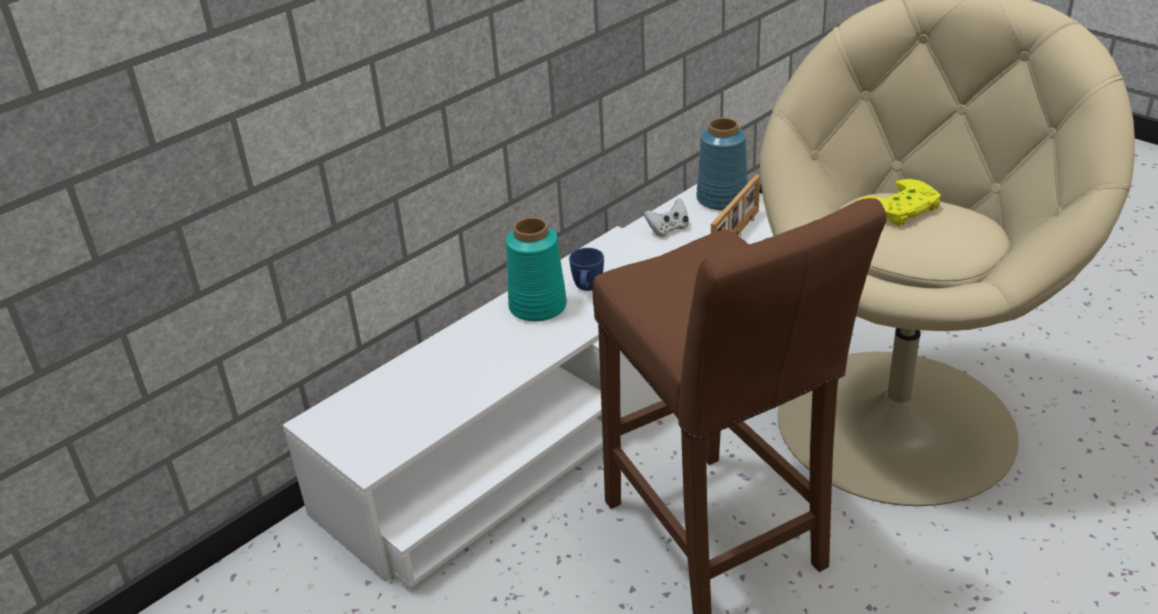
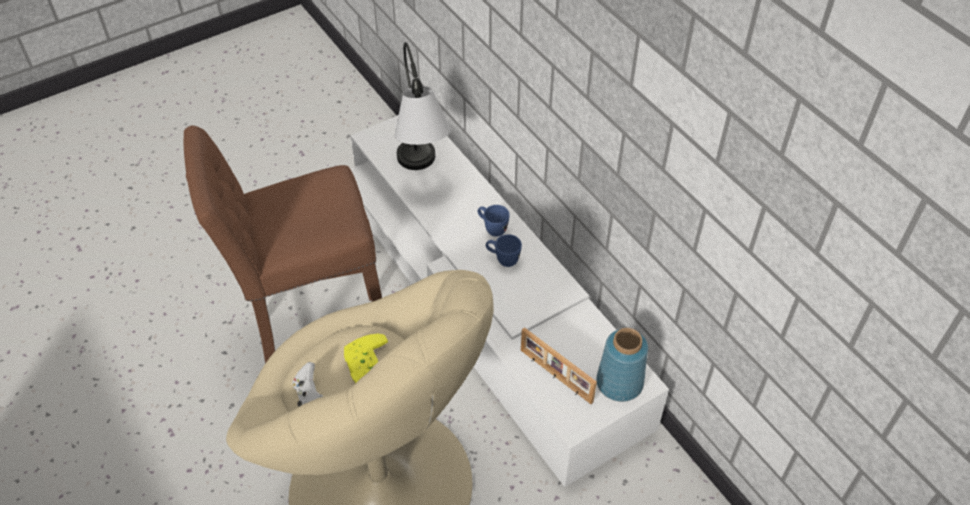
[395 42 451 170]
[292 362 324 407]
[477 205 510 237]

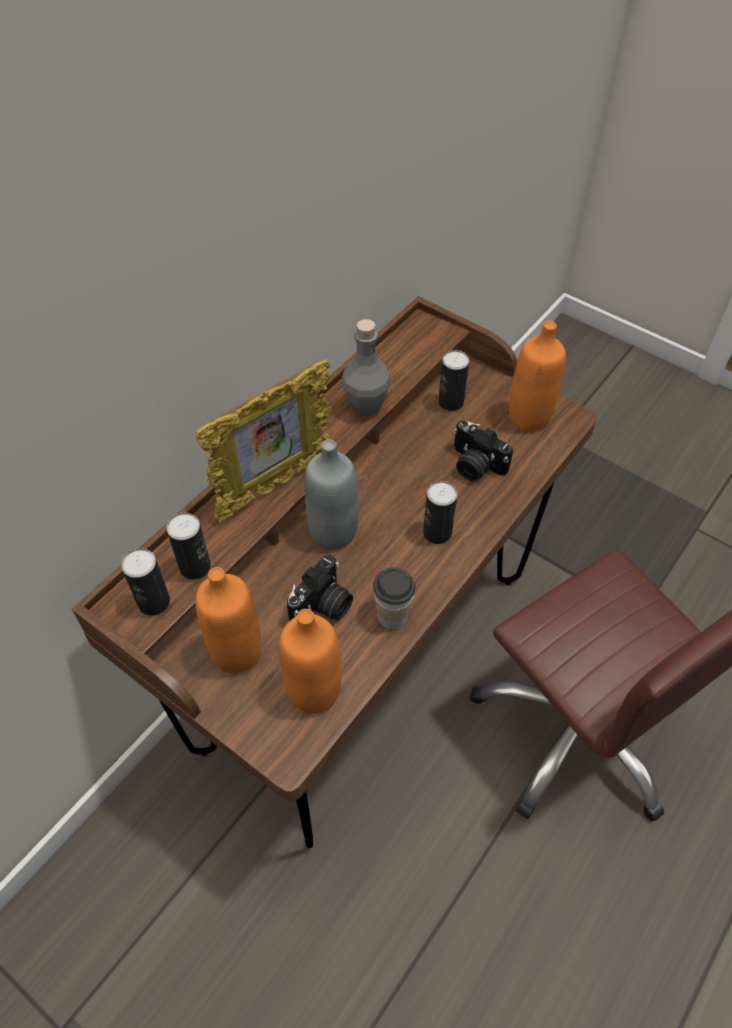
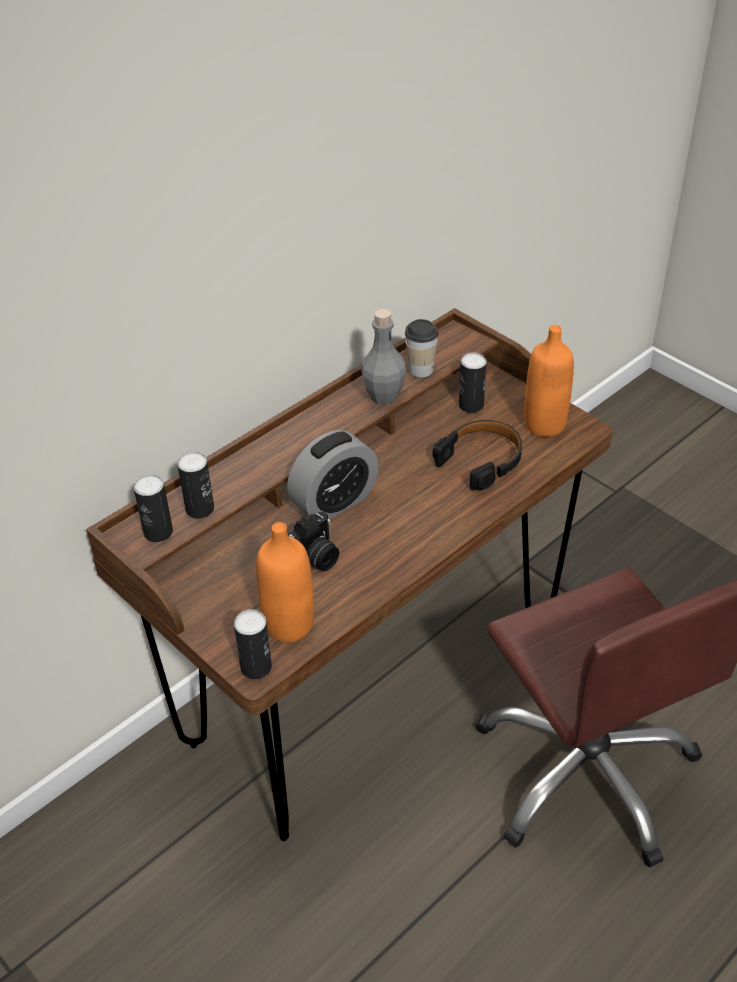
[195 359 332 522] (first image)
[196 567 262 673] (first image)
[405 319 438 378]
[234 609 272 679]
[287 430 378 519]
[432 420 522 491]

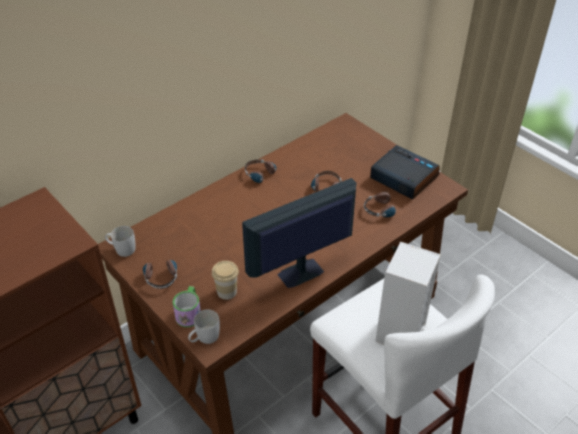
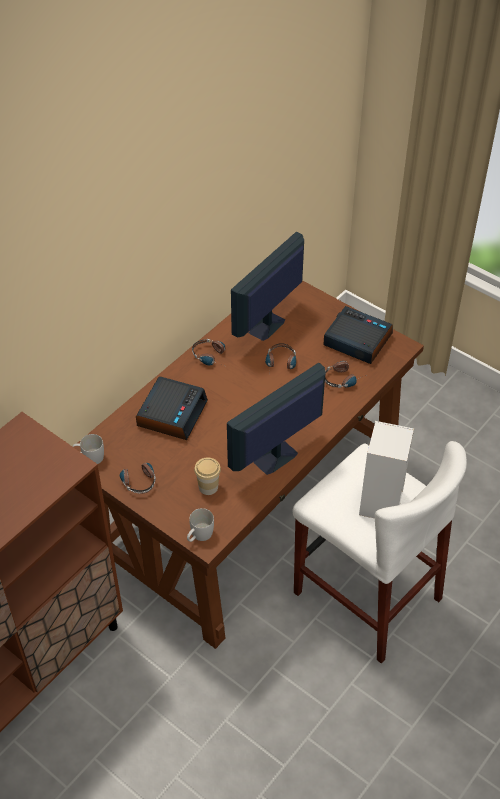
[173 286 201 327] (first image)
[136 376 208 440]
[231 232 304 341]

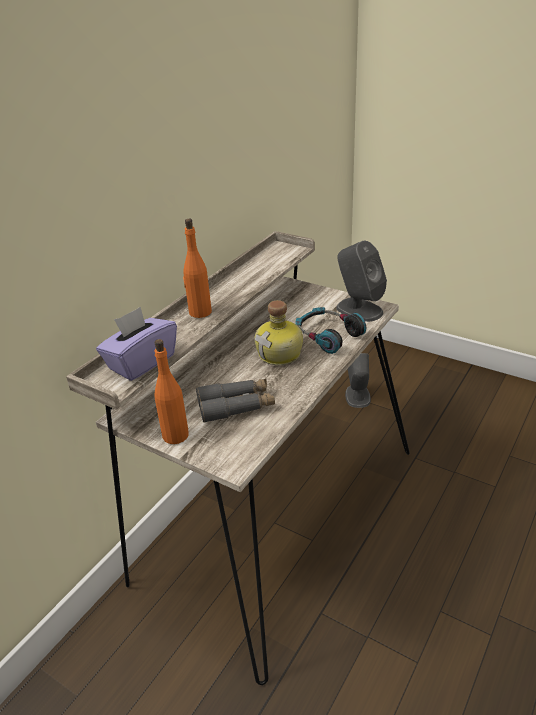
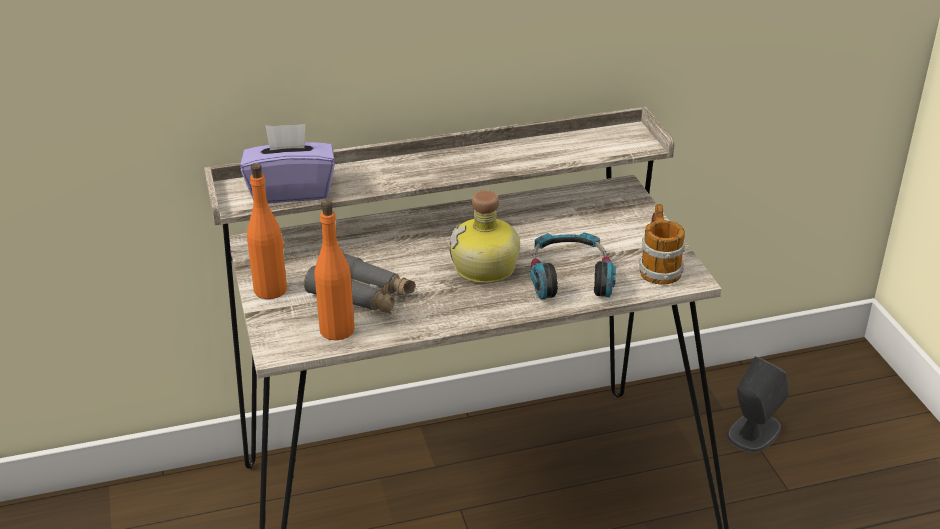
[315 200 355 340]
[639 204 685 285]

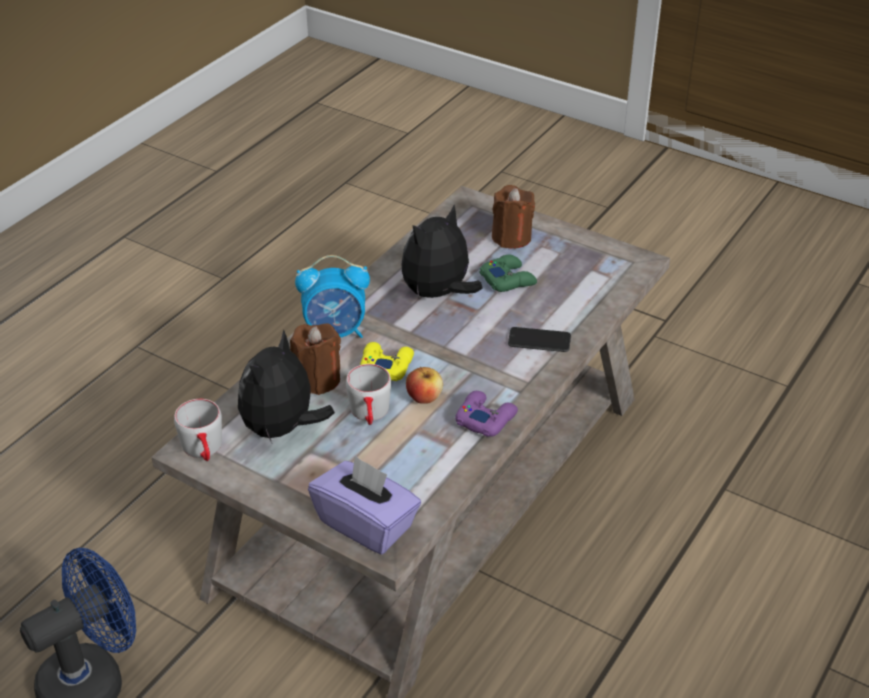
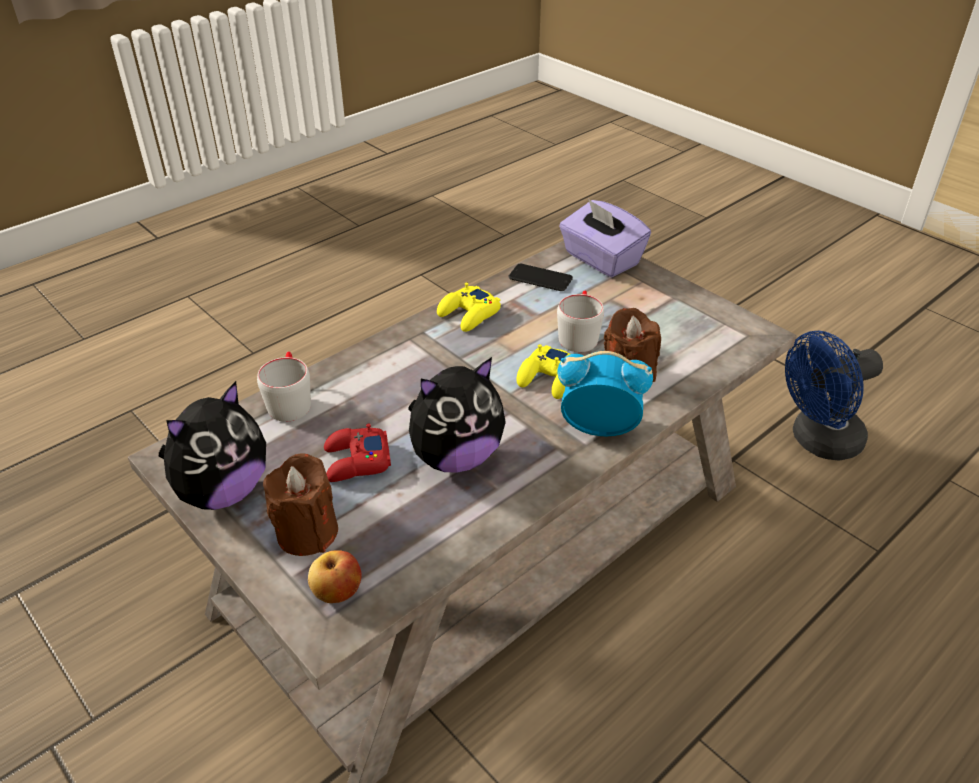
[257 352 311 422]
[159 381 266 510]
[308 550 362 603]
[508 264 573 291]
[437 282 501 332]
[324 423 391 482]

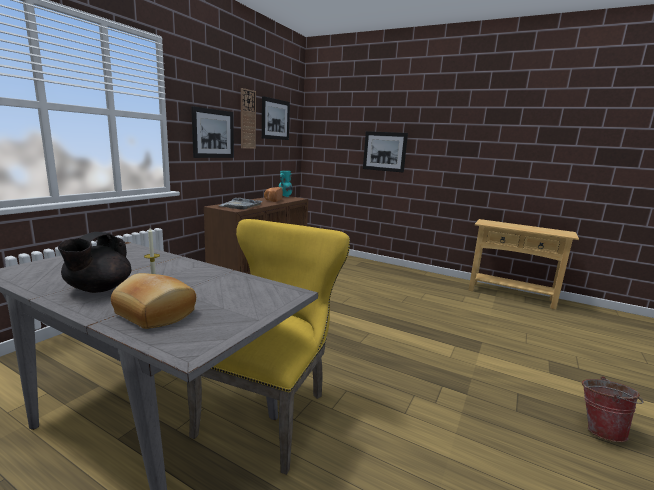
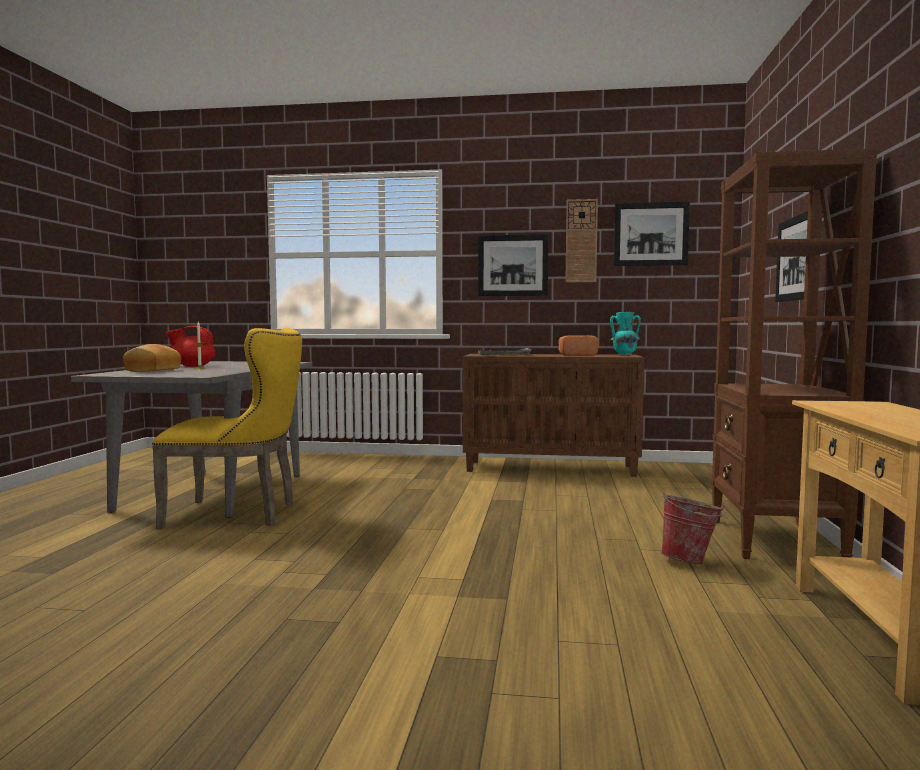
[711 148 877 559]
[661 492 726 564]
[166 326 216 367]

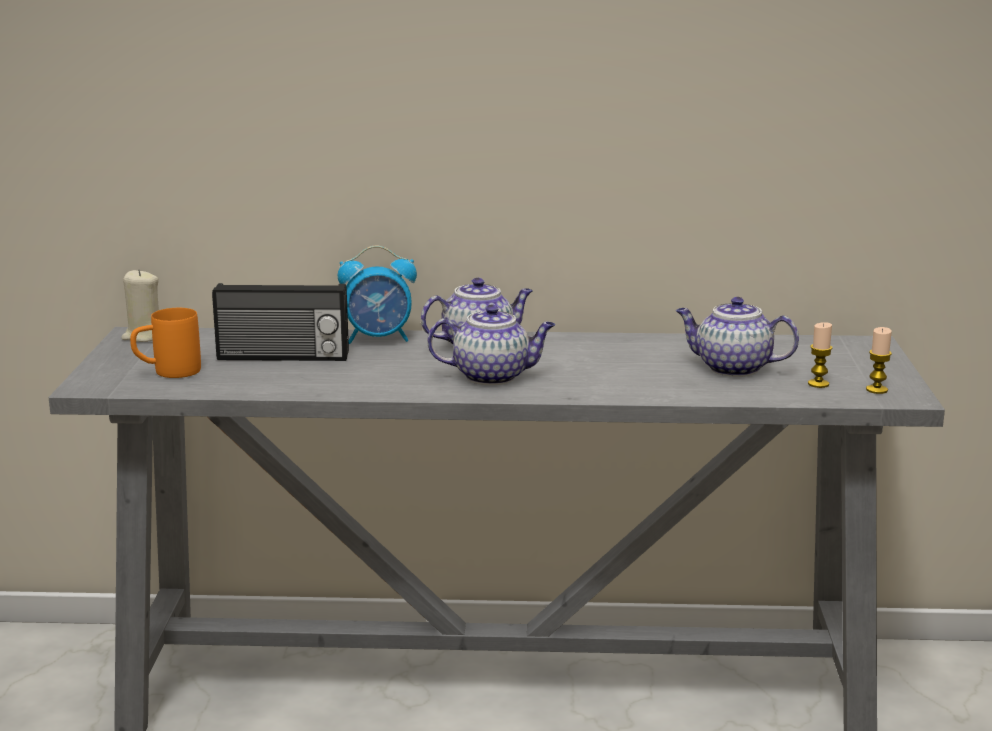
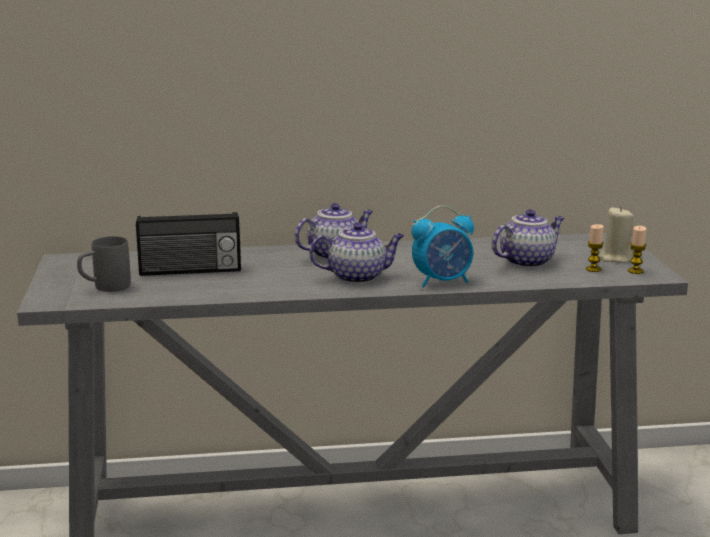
[599 207 634 263]
[411 205 474 288]
[77 236 131 292]
[492 209 564 268]

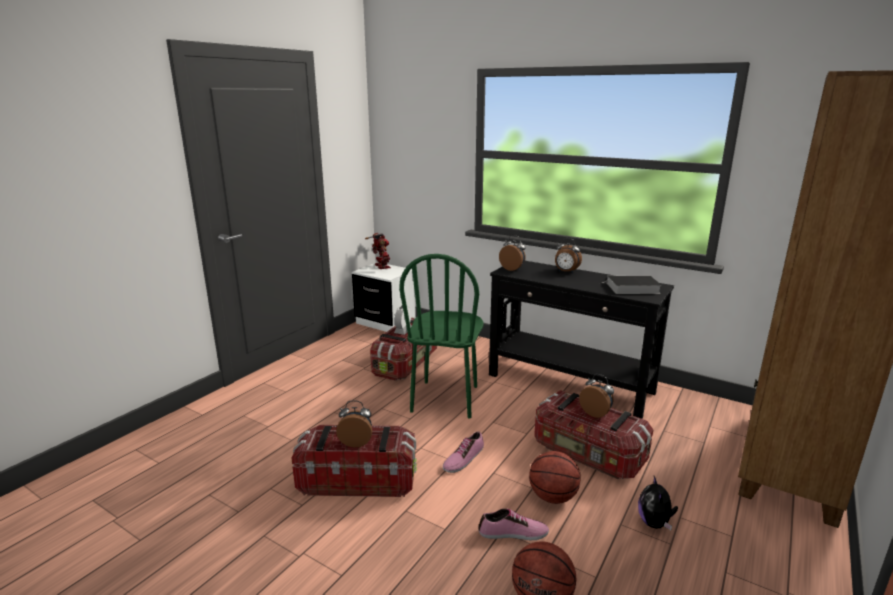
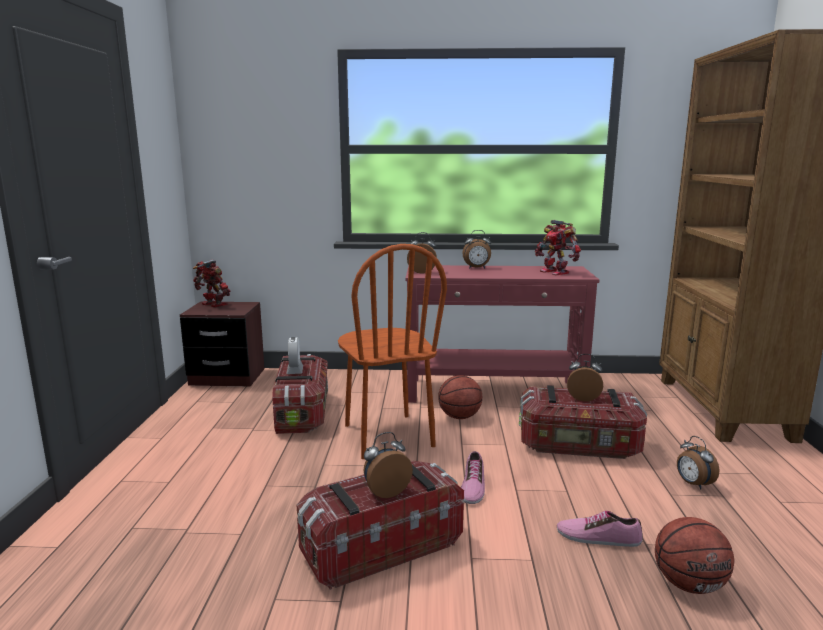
[438 375 482 419]
[535 220 581 275]
[677 436 719 490]
[180 302 265 387]
[338 244 447 459]
[405 265 599 403]
[557 511 643 547]

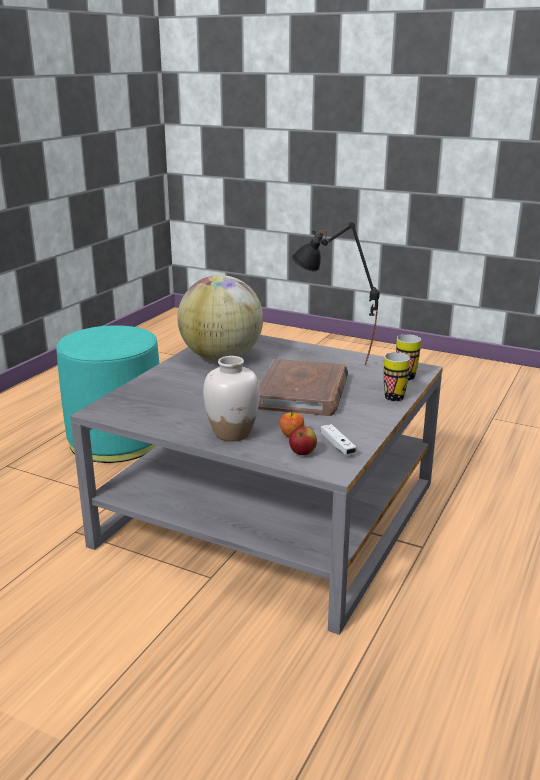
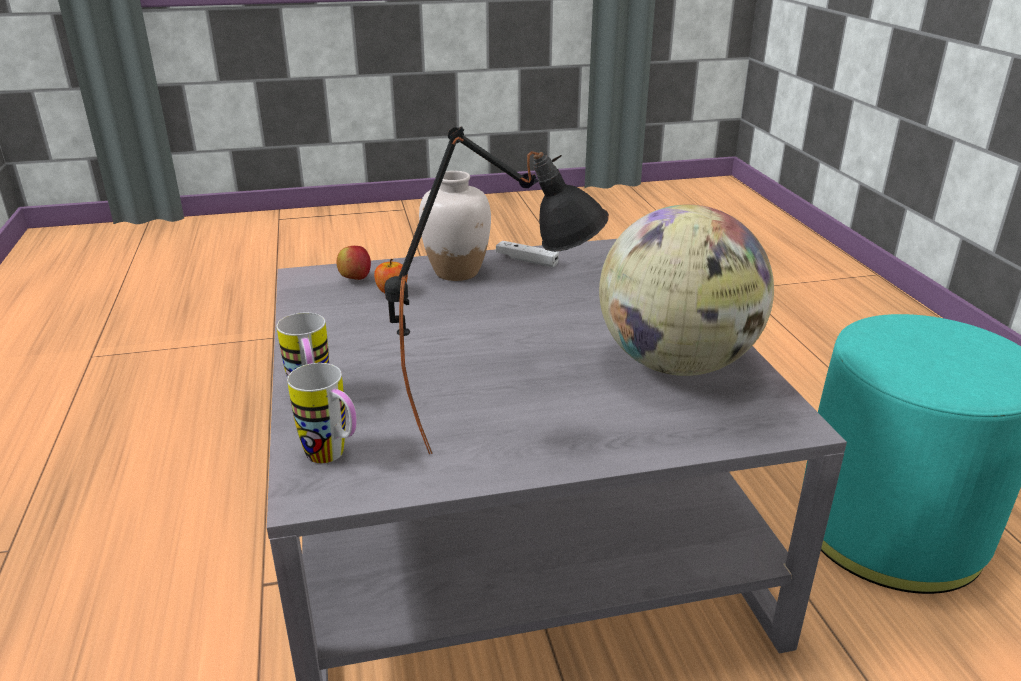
[258 359 348 416] (first image)
[496 240 559 267]

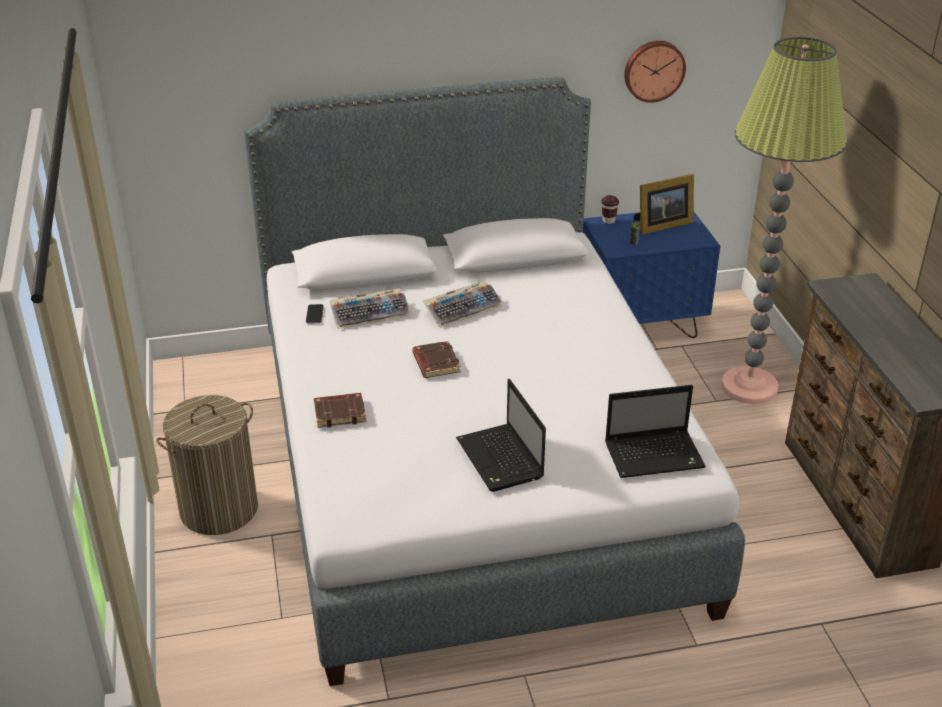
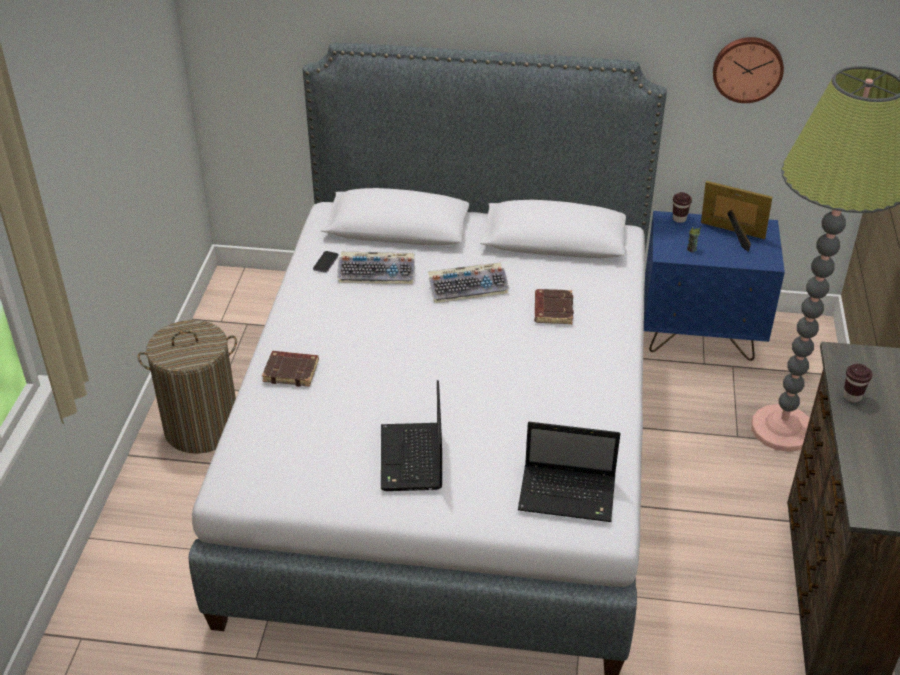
[843 364 873 403]
[535 289 574 324]
[701 181 772 252]

